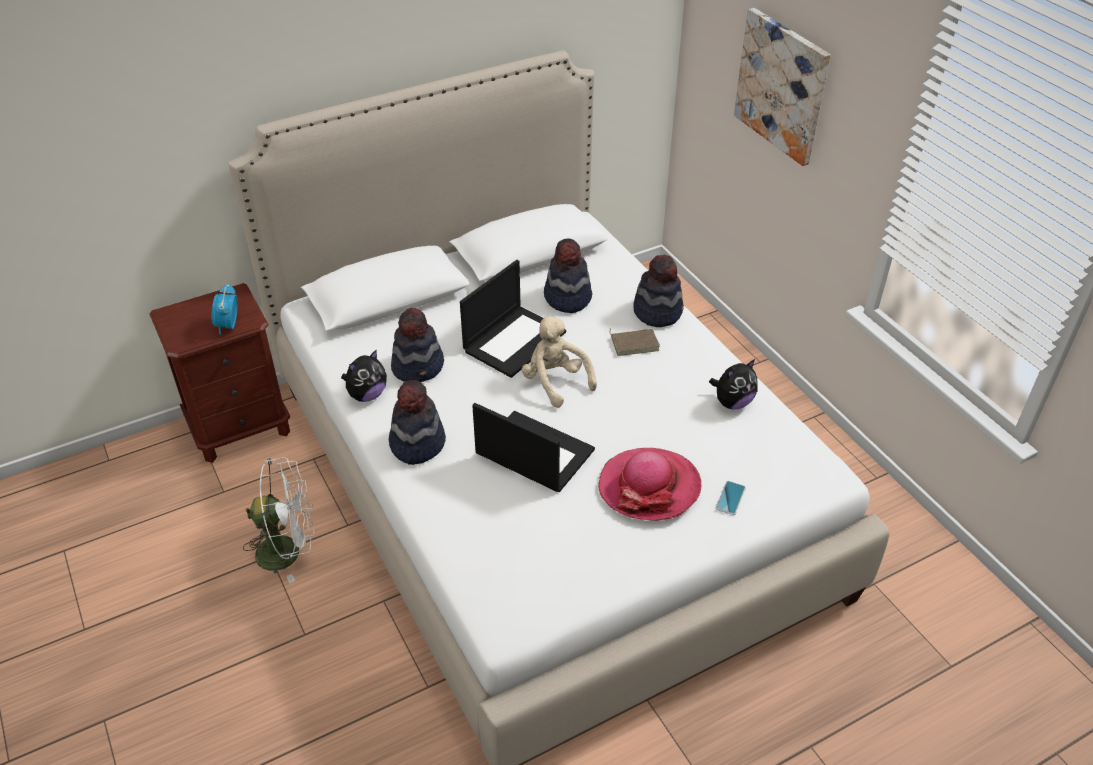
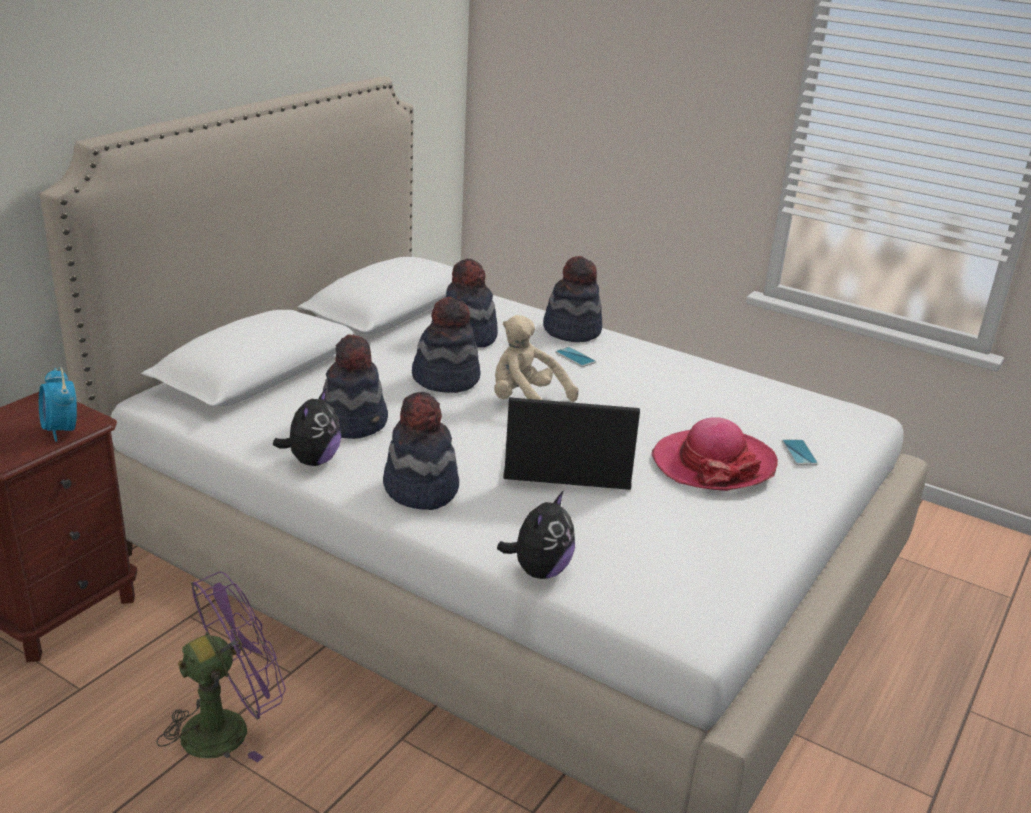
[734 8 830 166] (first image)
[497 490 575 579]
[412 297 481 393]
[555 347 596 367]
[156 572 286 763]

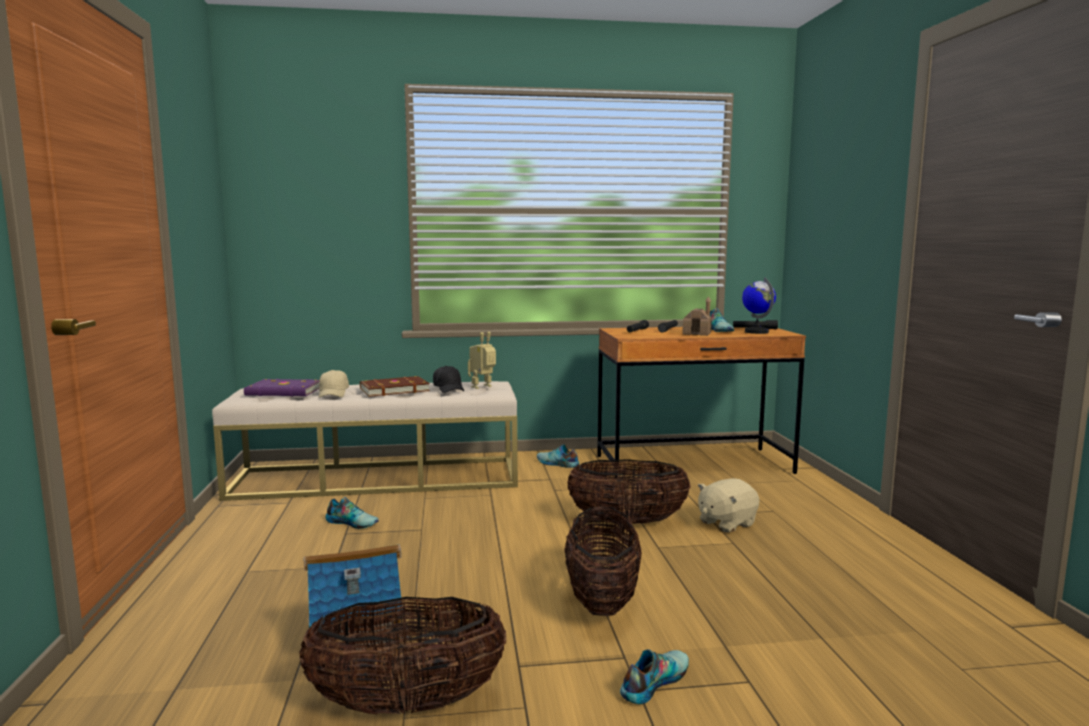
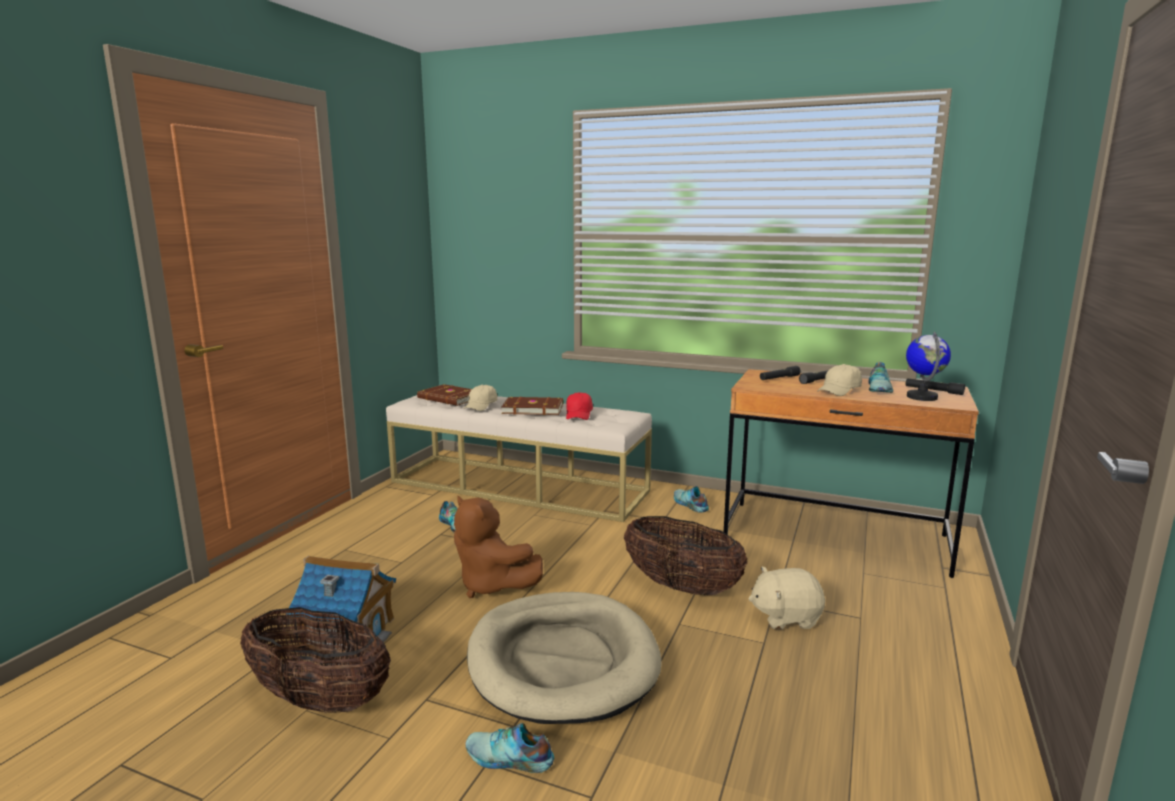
[468 332 496 389] (first image)
[454 495 543 598]
[467 592 662 724]
[817 364 862 396]
[417 384 472 406]
[566 392 593 420]
[465 723 554 773]

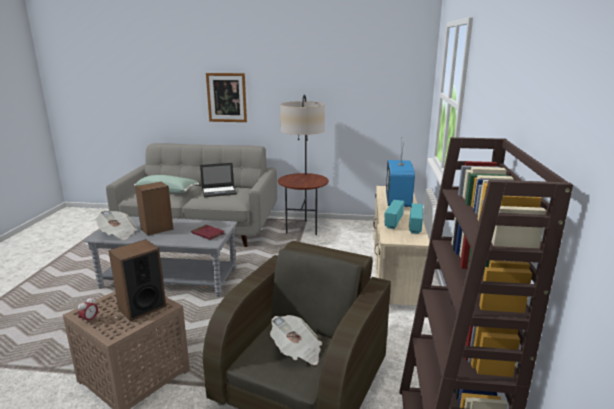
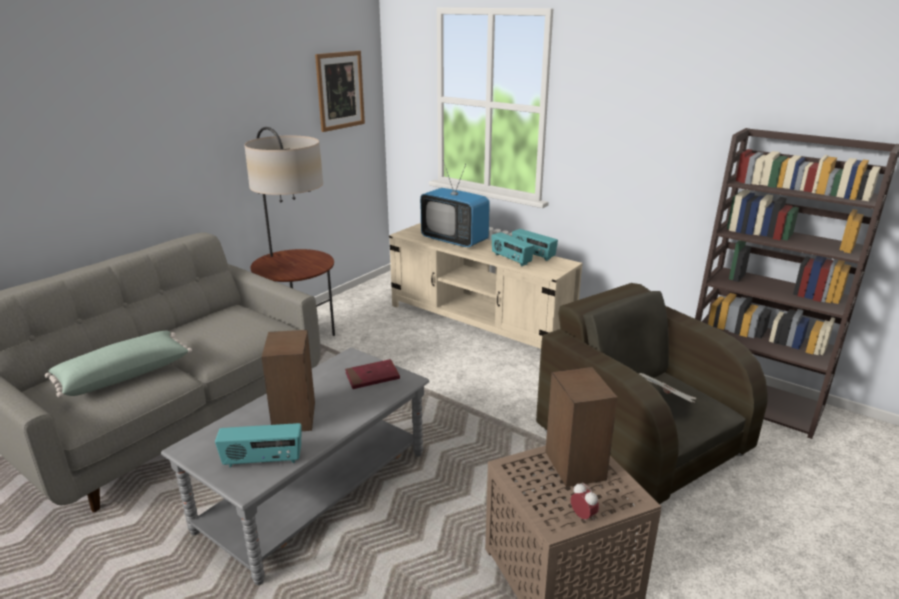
[200 163 237 197] (first image)
[315 51 365 132]
[215 423 302 467]

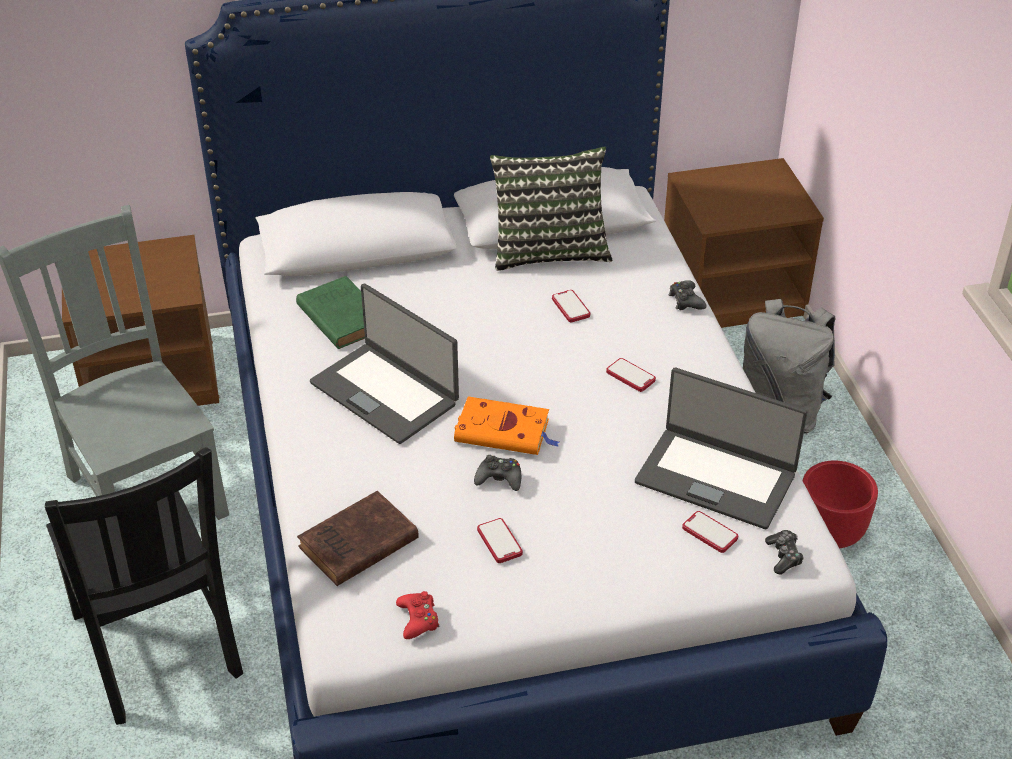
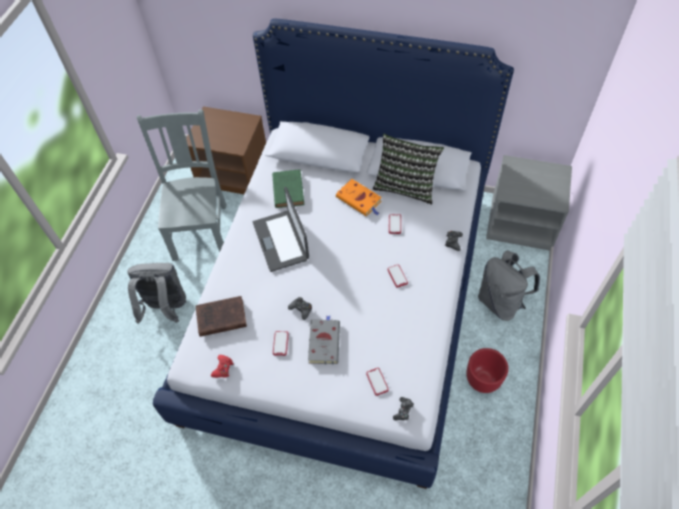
[635 368 807 529] (first image)
[308 316 340 365]
[336 179 382 216]
[127 263 186 324]
[486 155 572 251]

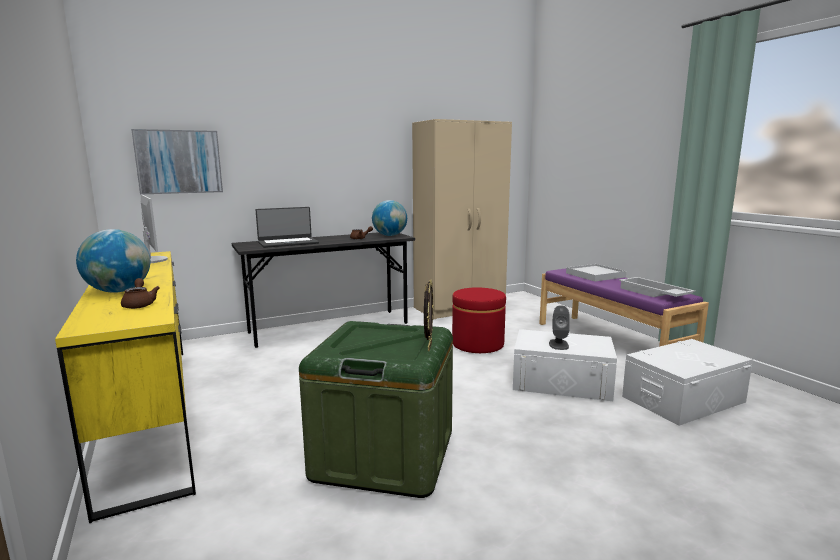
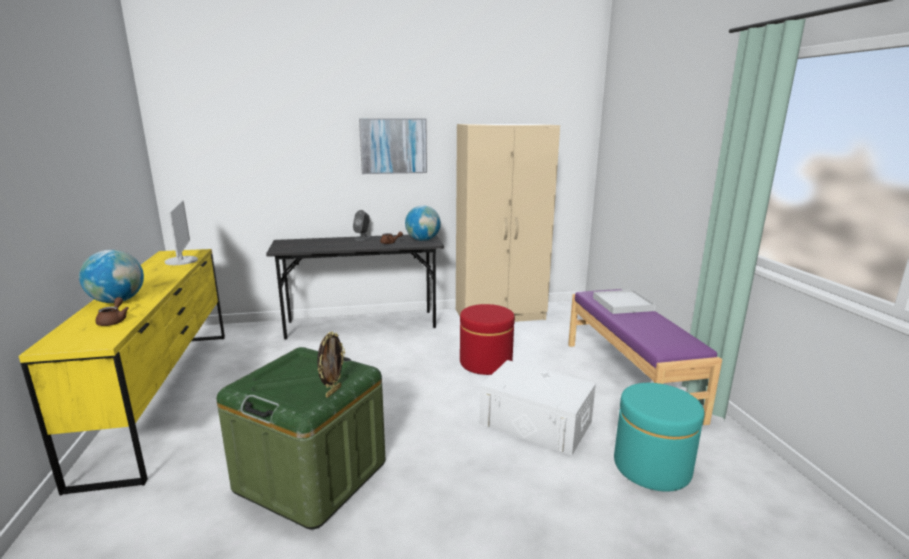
[256 207 319 248] (first image)
[619 277 695 297] (first image)
[359 118 427 174]
[353 210 371 241]
[614 383 705 491]

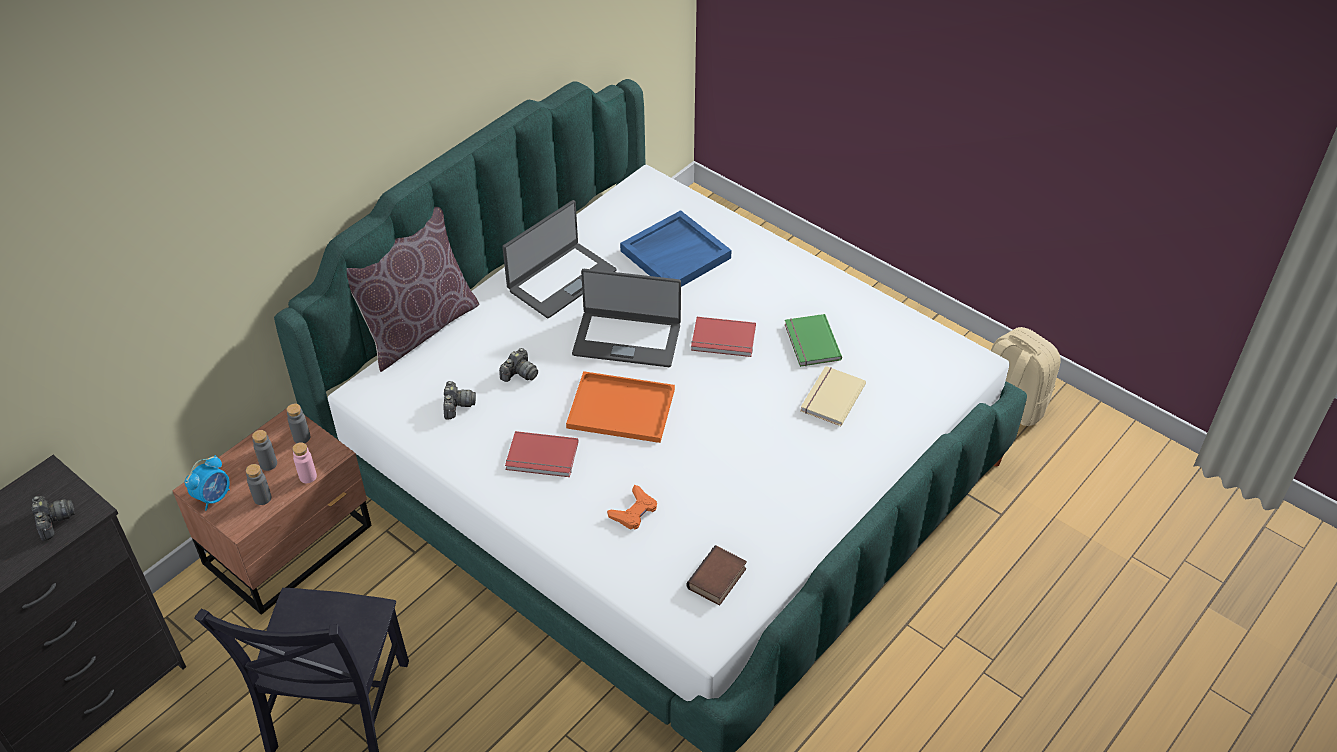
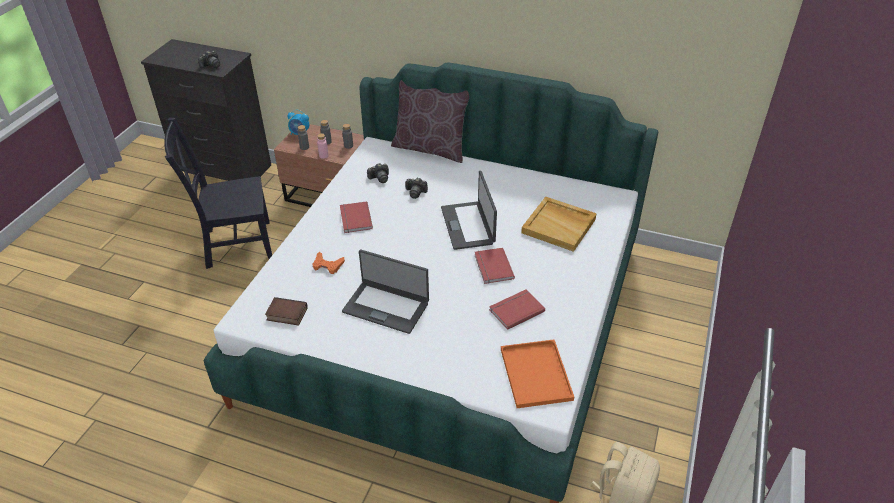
[800 366 866 426] (first image)
[342 250 429 334]
[501 339 574 408]
[521 197 597 252]
[489 290 545 330]

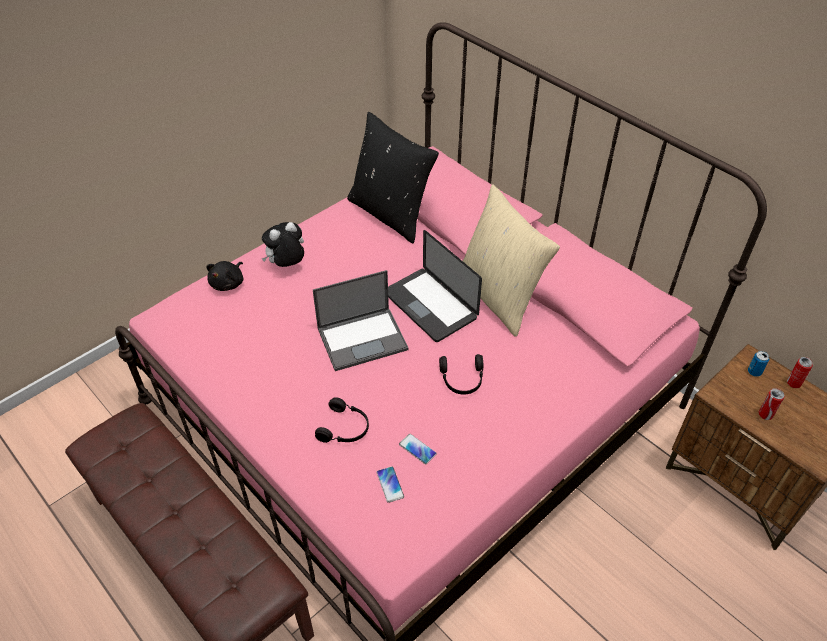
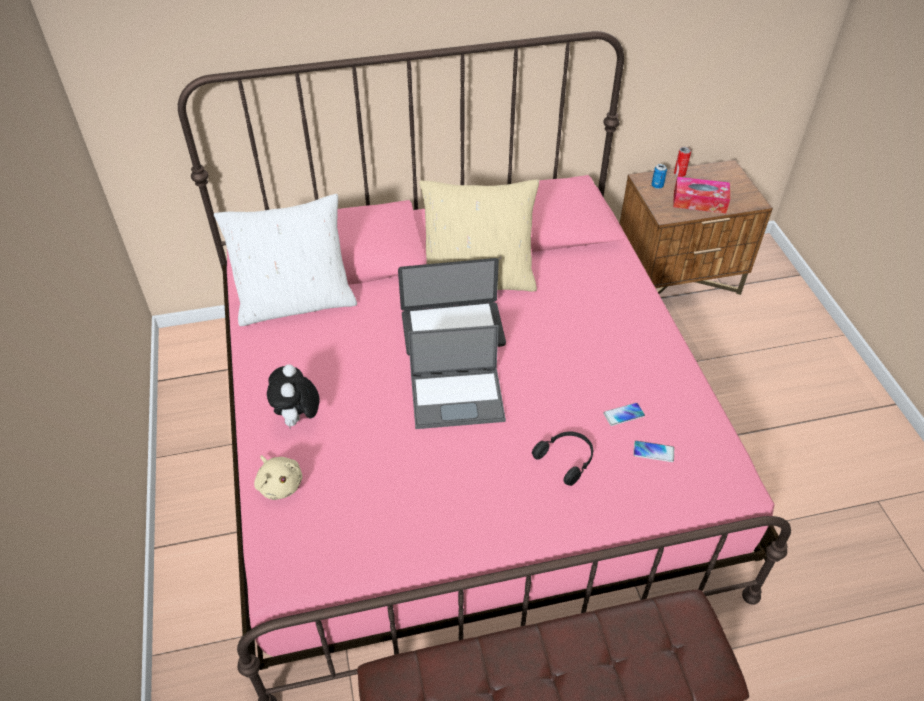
[439 354 483 395] (first image)
[673 177 730 213]
[254 455 302 500]
[214 194 357 326]
[408 325 506 429]

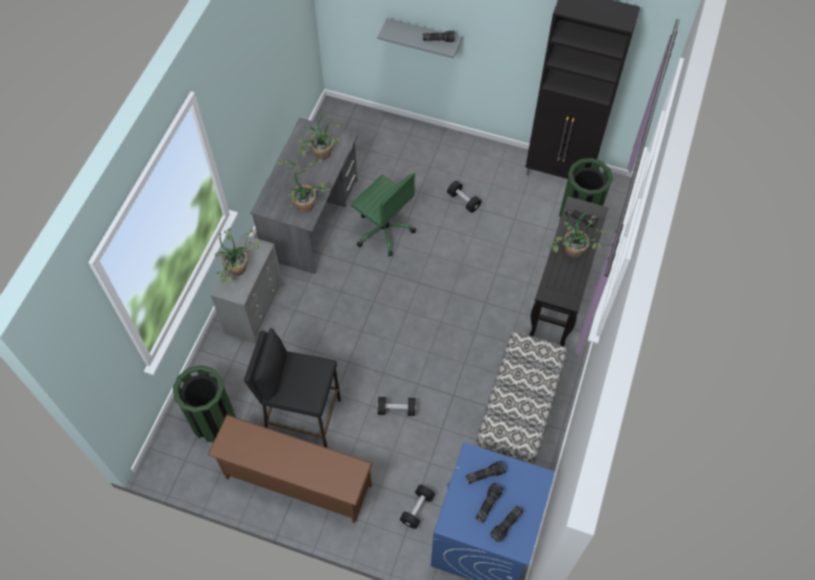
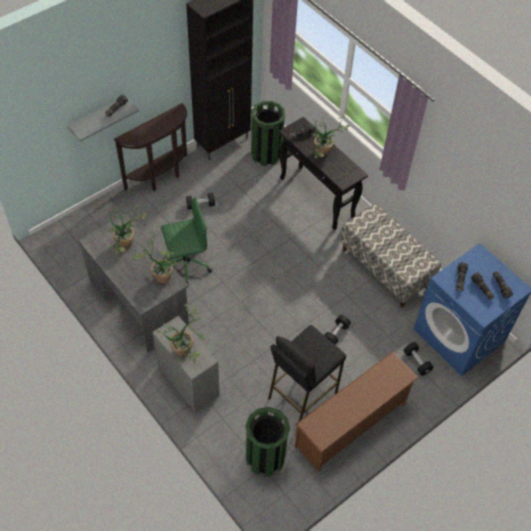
[114 103 187 191]

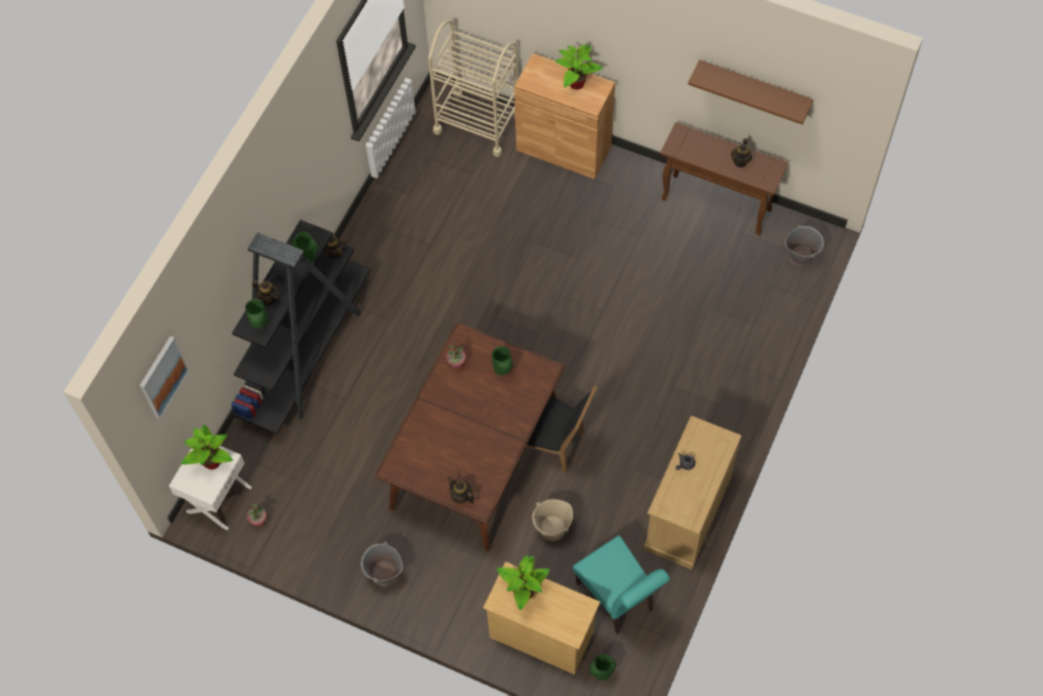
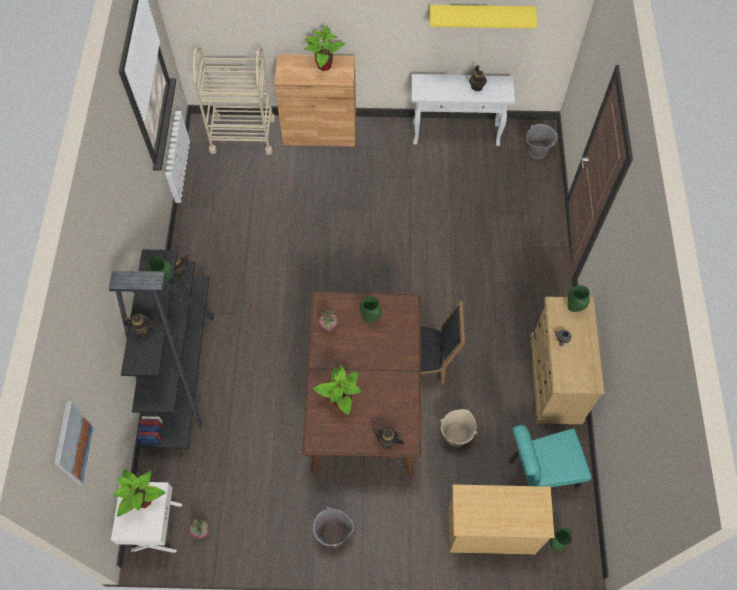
[567 285 590 312]
[313 365 361 415]
[412 74 515 146]
[430 5 537 28]
[509 425 592 489]

